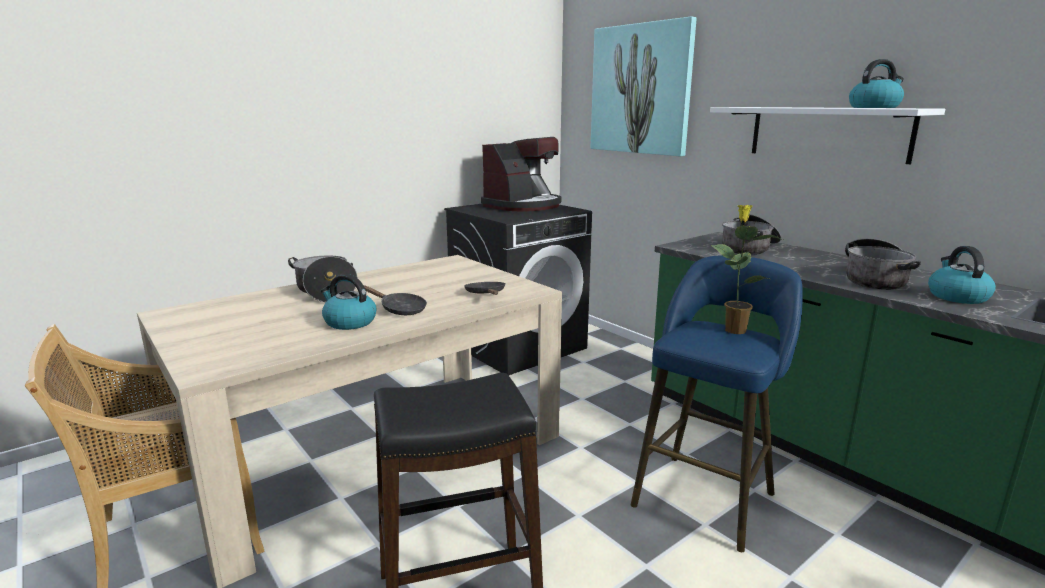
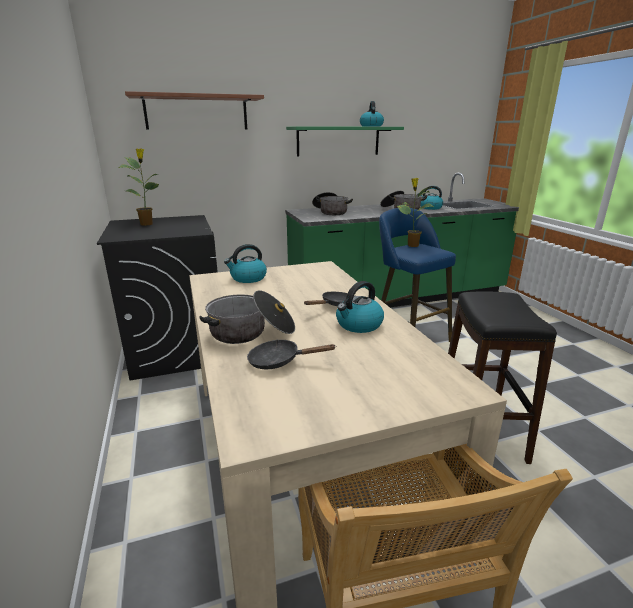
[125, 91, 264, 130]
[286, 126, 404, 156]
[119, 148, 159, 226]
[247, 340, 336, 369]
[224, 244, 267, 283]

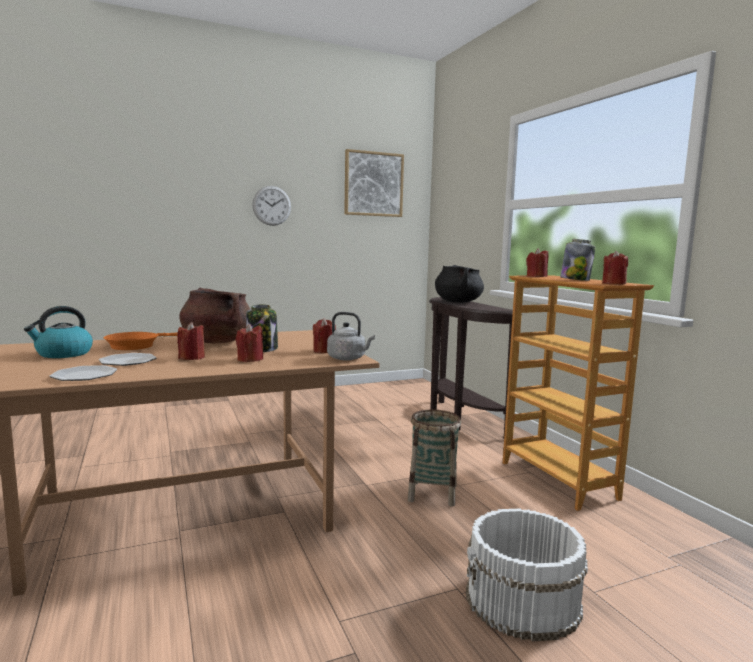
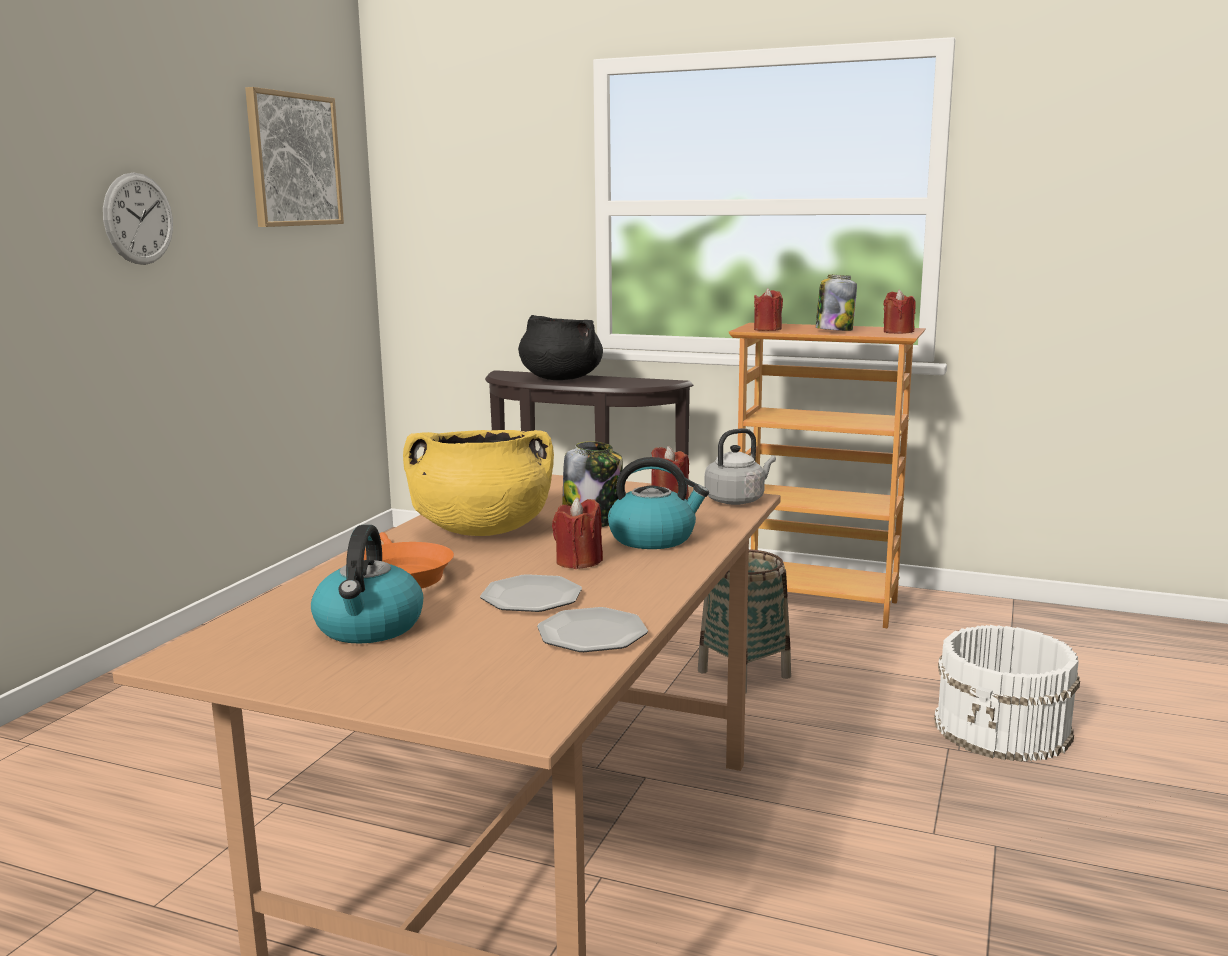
[403, 430, 554, 536]
[608, 457, 709, 549]

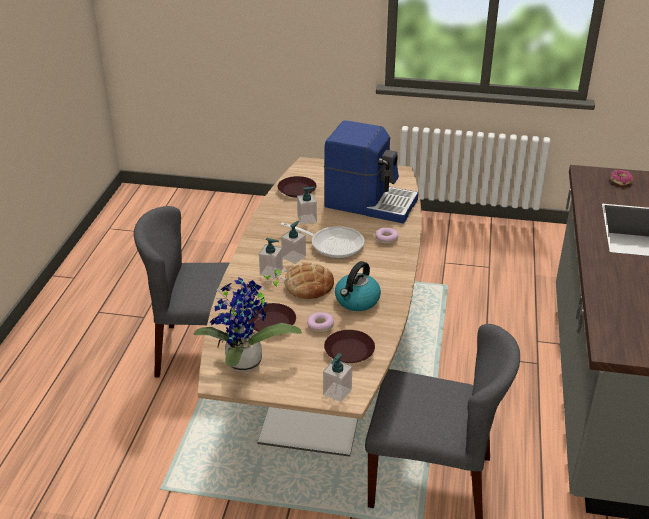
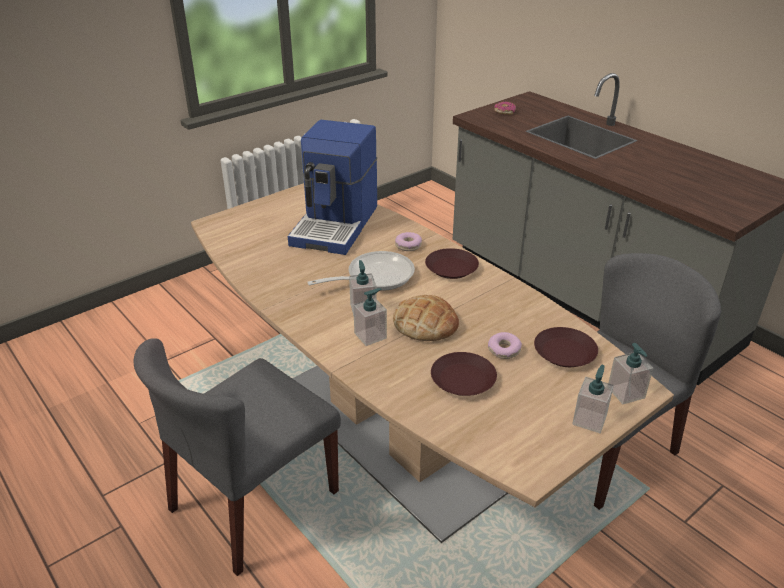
[288, 120, 377, 255]
[425, 248, 479, 279]
[573, 365, 614, 433]
[335, 261, 381, 311] (first image)
[194, 269, 302, 372] (first image)

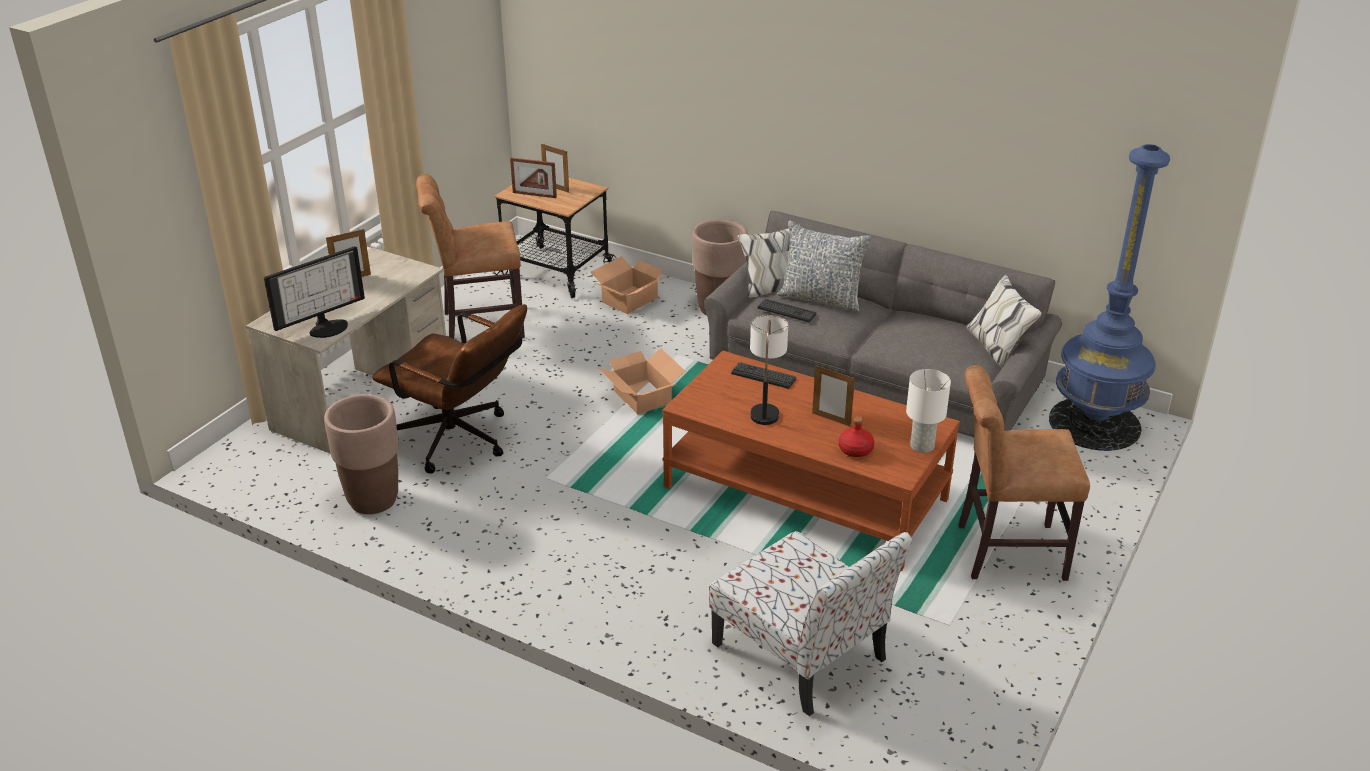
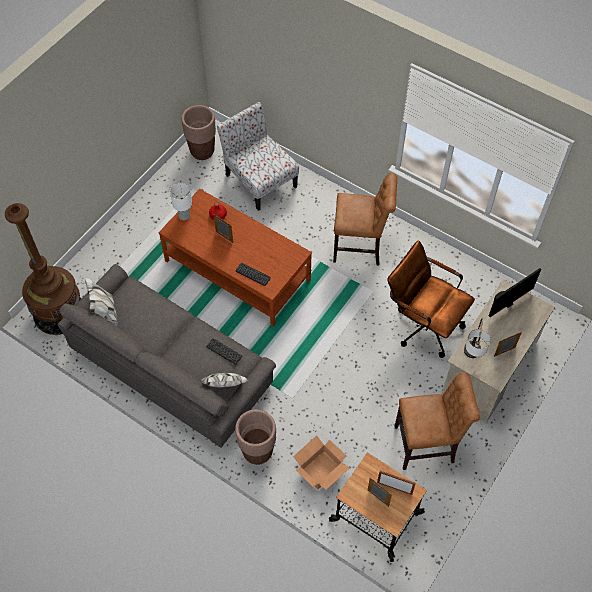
[5, 203, 81, 335]
[777, 221, 871, 312] (first image)
[464, 319, 491, 358]
[598, 348, 685, 414] (first image)
[333, 173, 397, 266]
[182, 105, 216, 160]

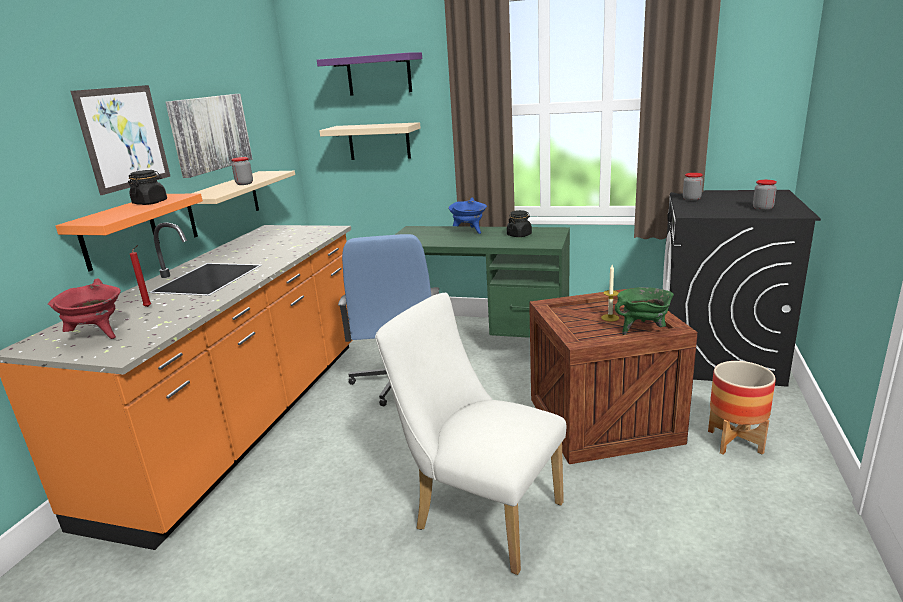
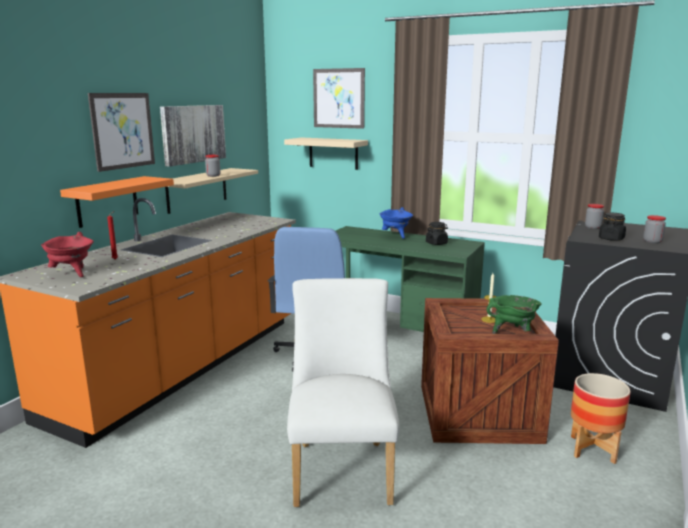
[313, 68, 365, 129]
[599, 213, 626, 241]
[287, 278, 400, 507]

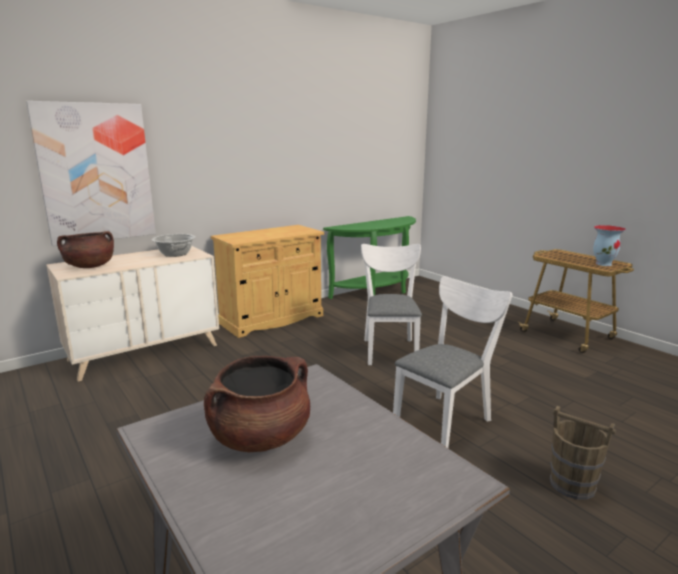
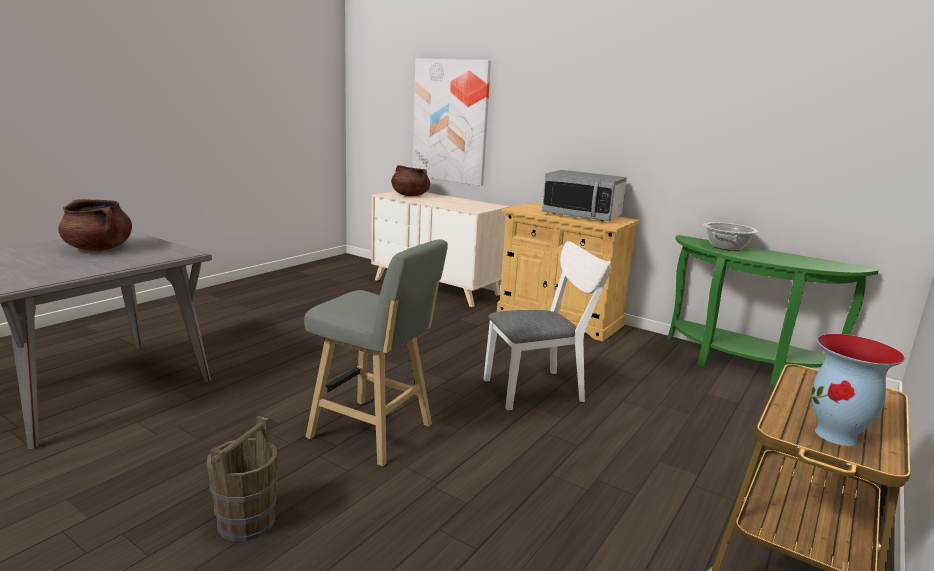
[703, 222, 758, 251]
[304, 239, 448, 466]
[542, 170, 627, 221]

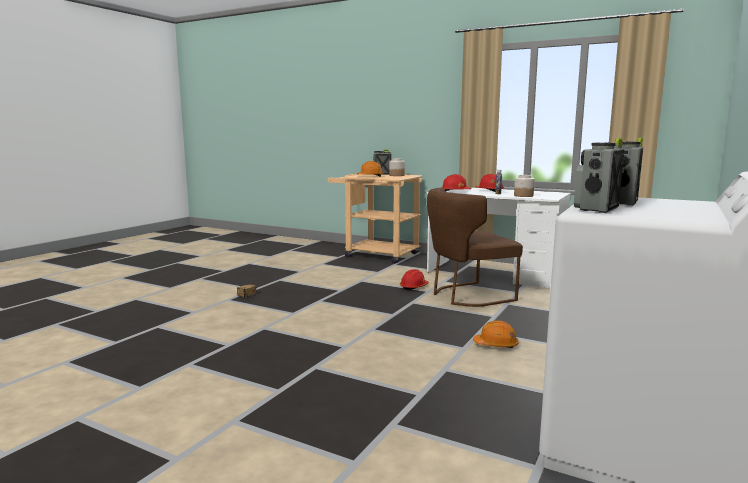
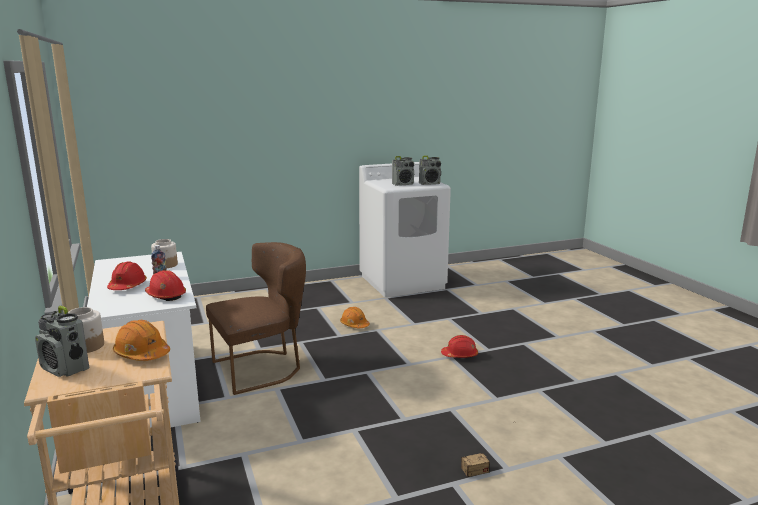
[206, 242, 306, 395]
[441, 335, 478, 358]

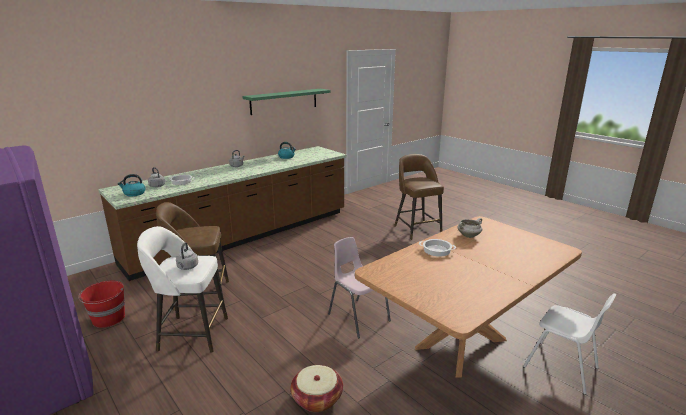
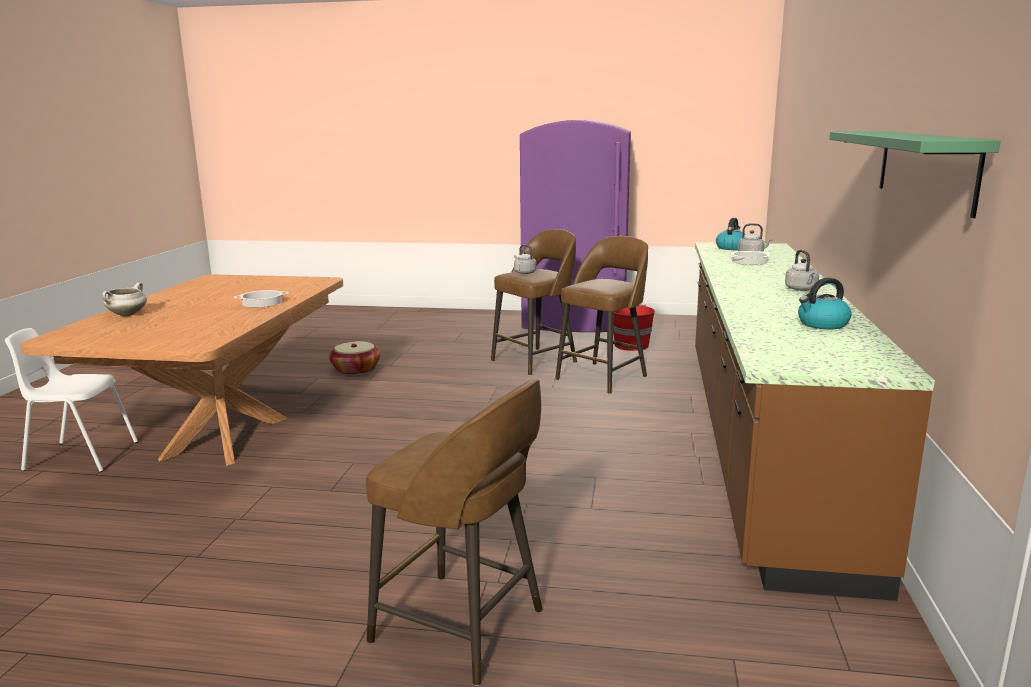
[102, 283, 147, 316]
[491, 229, 577, 375]
[328, 237, 391, 338] (first image)

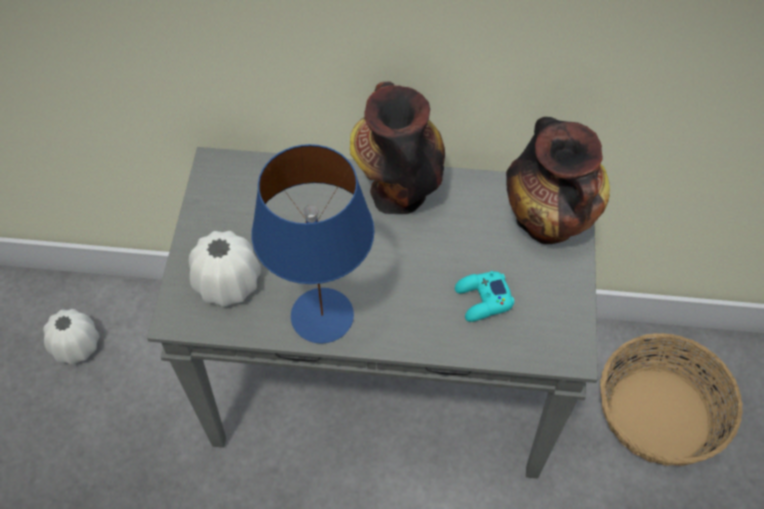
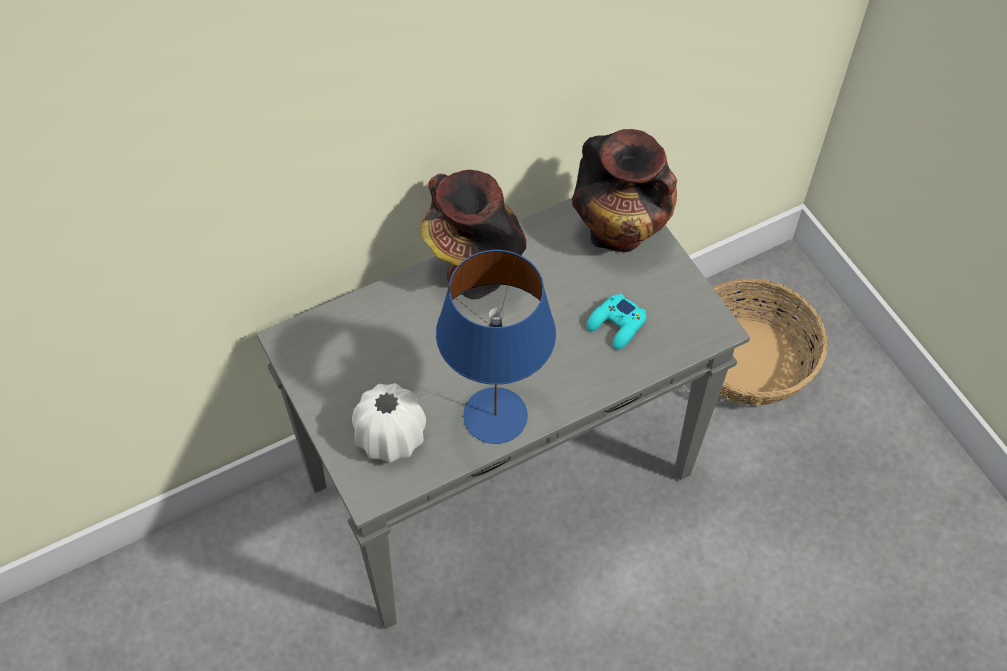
[43, 309, 100, 365] (first image)

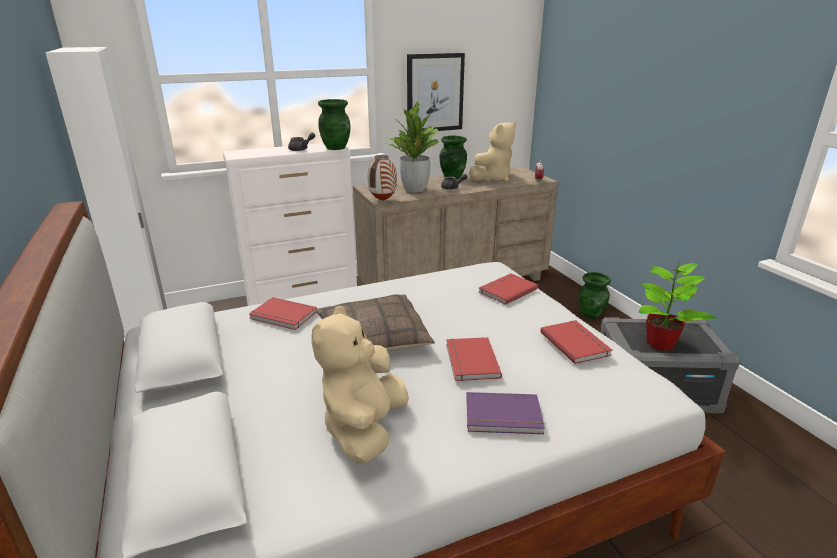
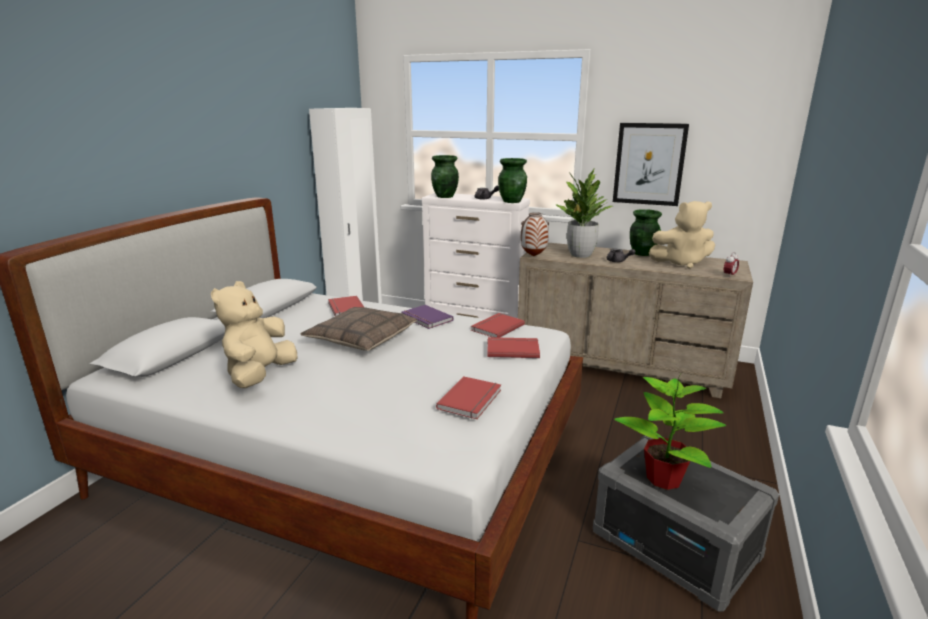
[431, 155, 459, 198]
[211, 281, 297, 388]
[471, 313, 525, 338]
[402, 305, 454, 329]

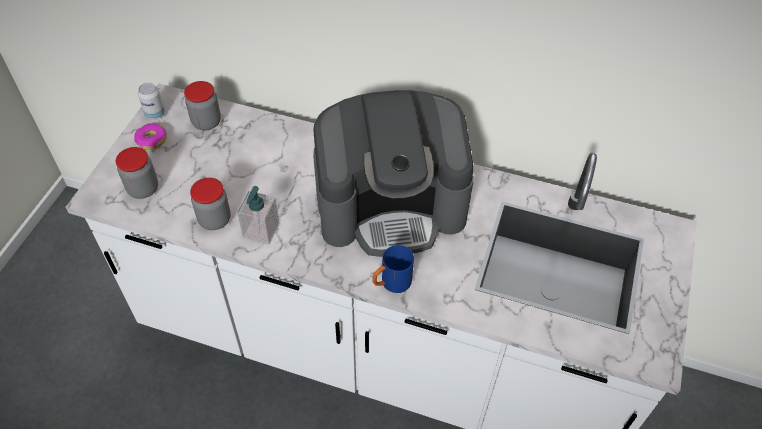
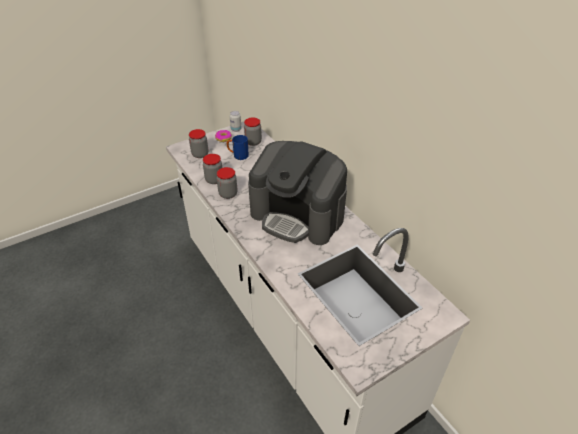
[217, 167, 237, 199]
[227, 135, 249, 160]

